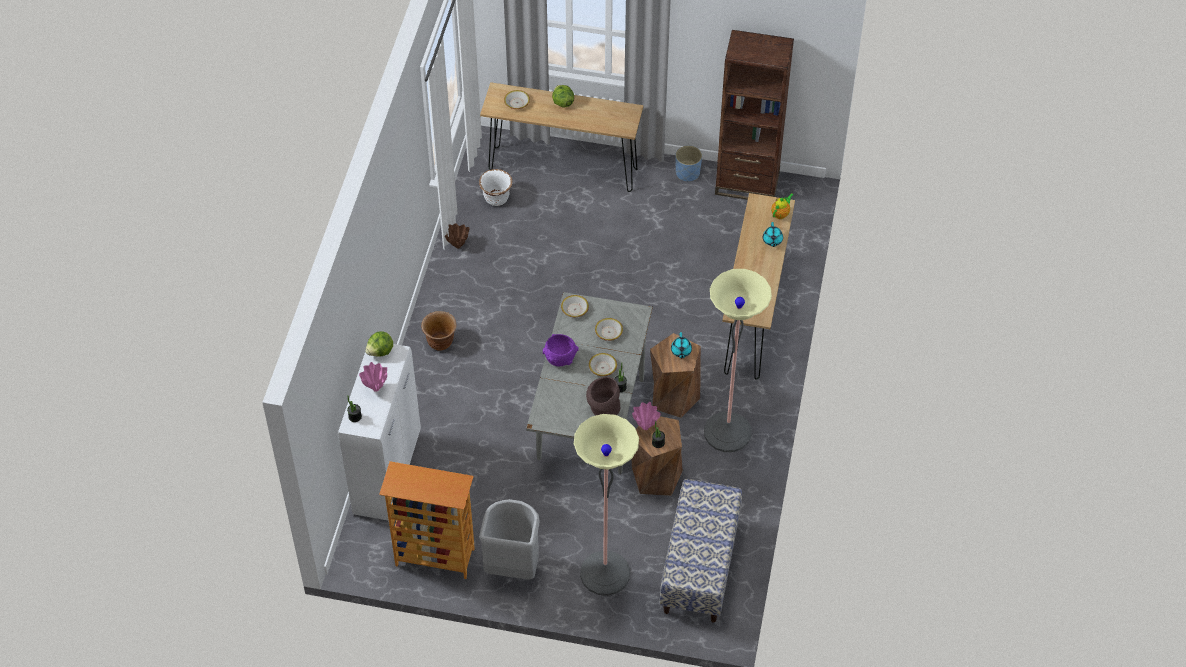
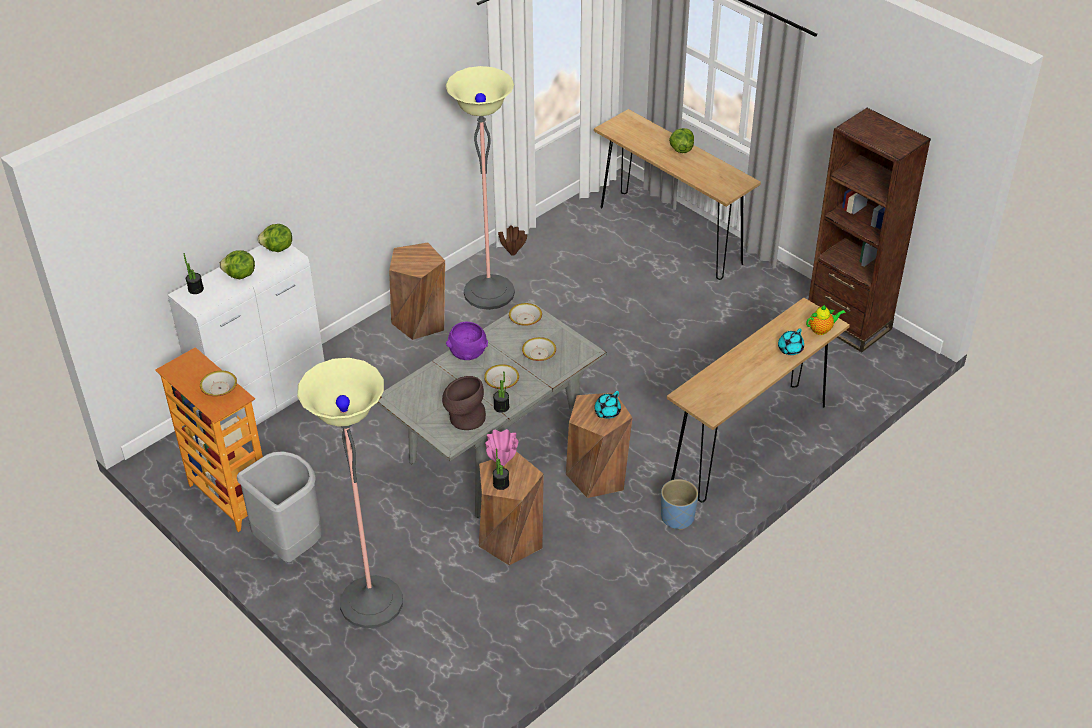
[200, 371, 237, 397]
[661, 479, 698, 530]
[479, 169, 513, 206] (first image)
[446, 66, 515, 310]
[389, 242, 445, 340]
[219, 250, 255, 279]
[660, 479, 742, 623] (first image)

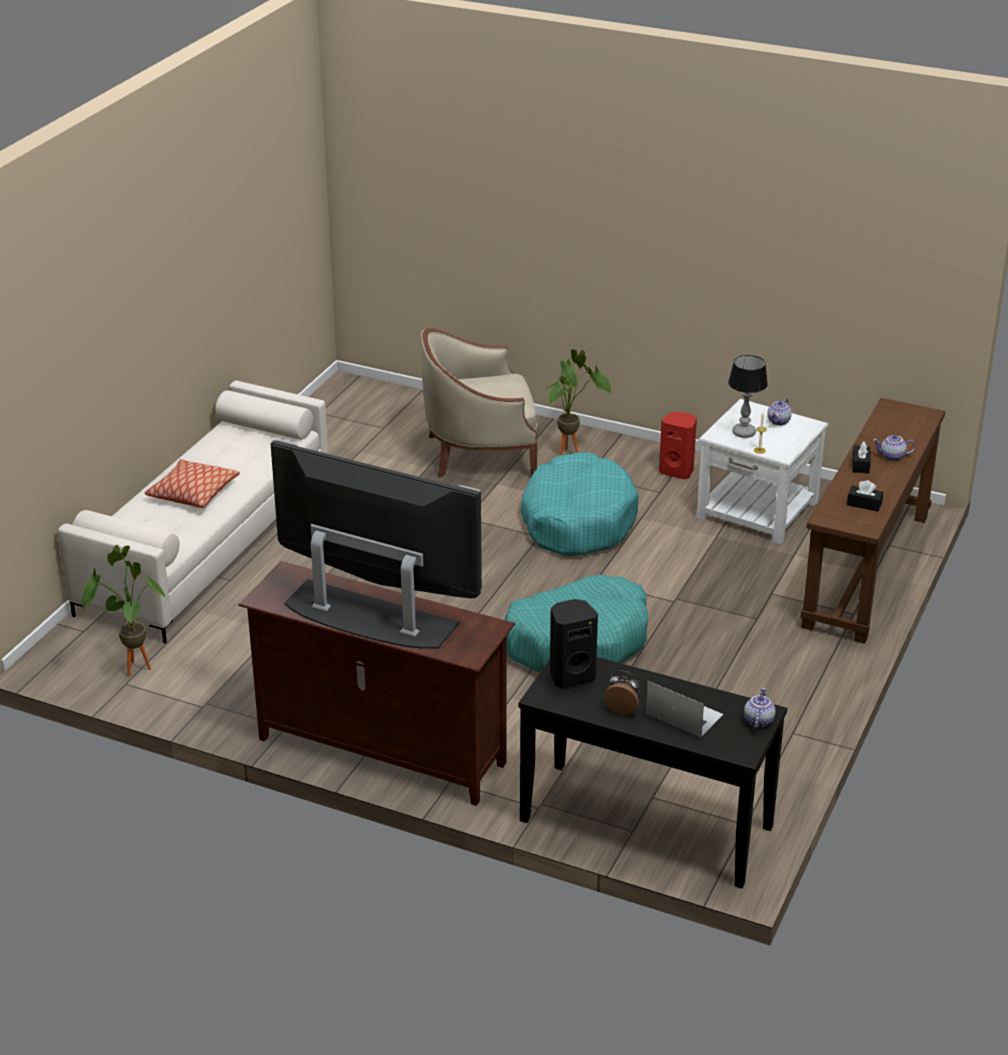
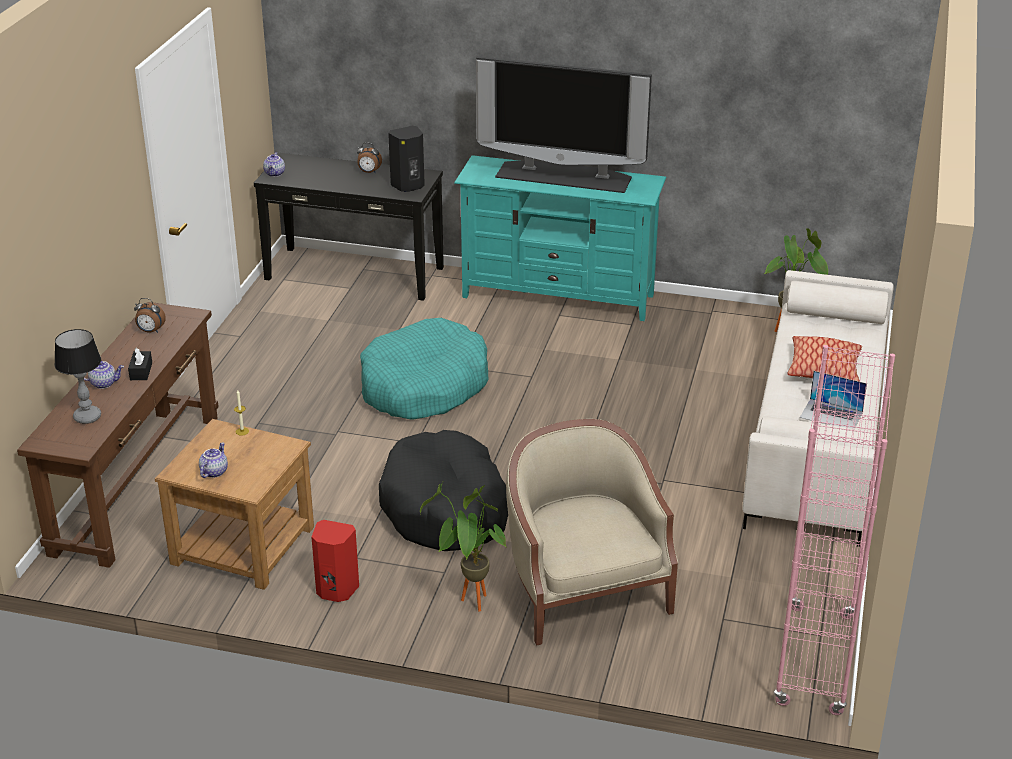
[506, 419, 678, 645]
[54, 329, 101, 424]
[155, 419, 314, 590]
[379, 430, 508, 551]
[134, 298, 166, 333]
[454, 155, 666, 321]
[800, 371, 867, 428]
[774, 345, 895, 715]

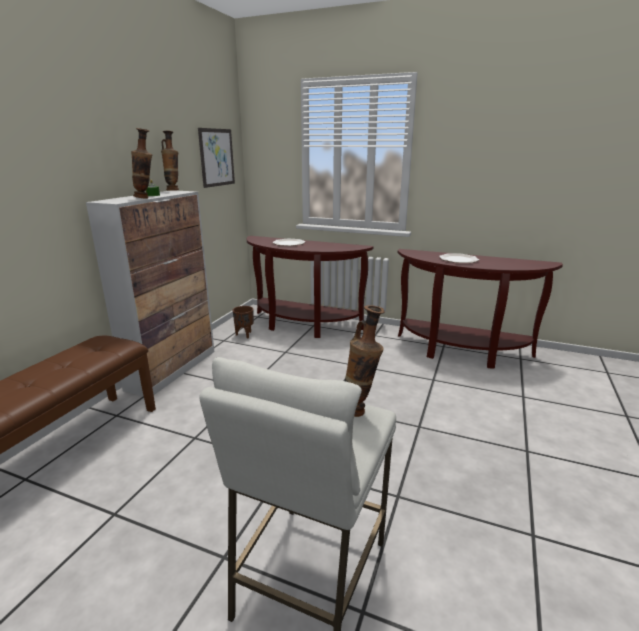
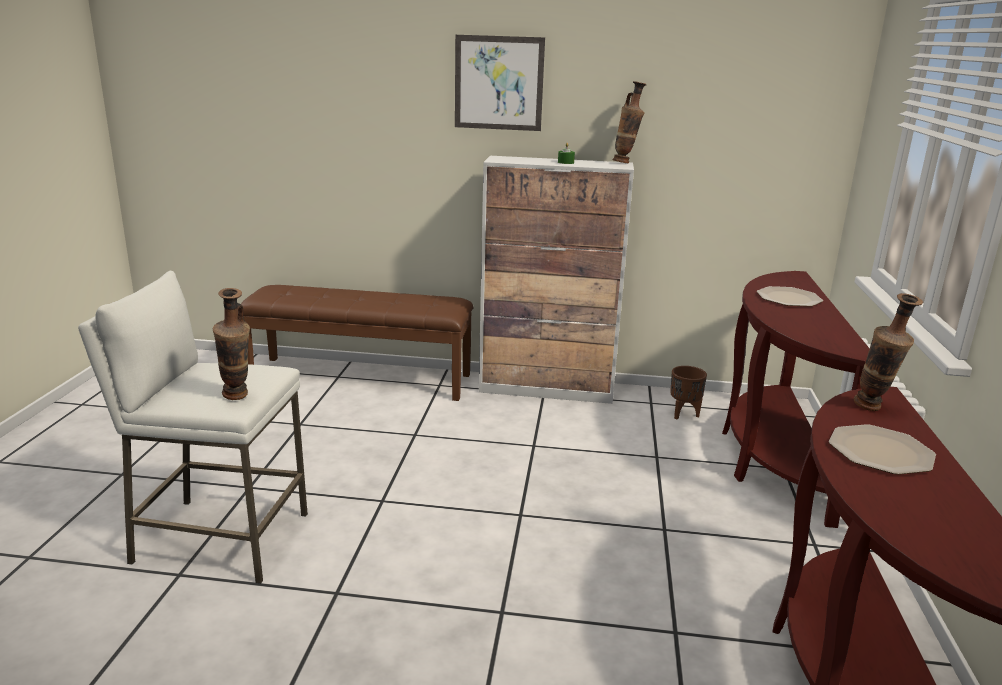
[854, 293, 923, 411]
[455, 35, 545, 131]

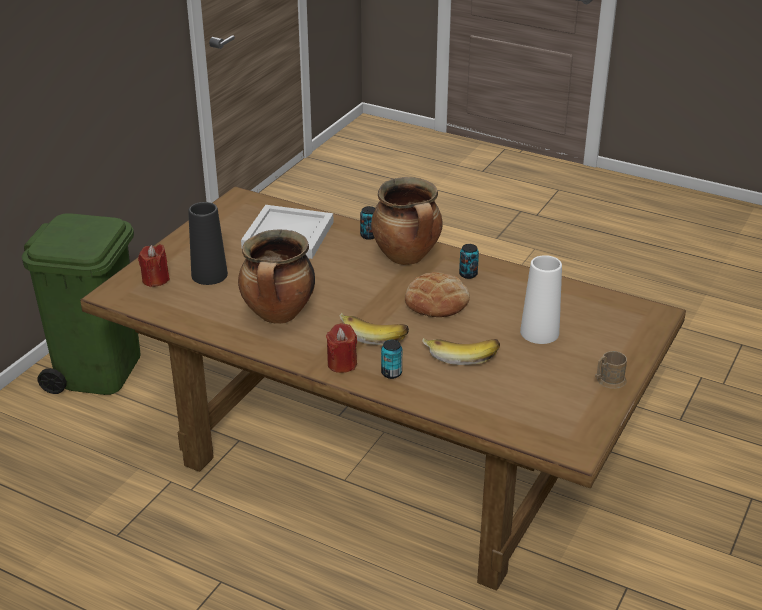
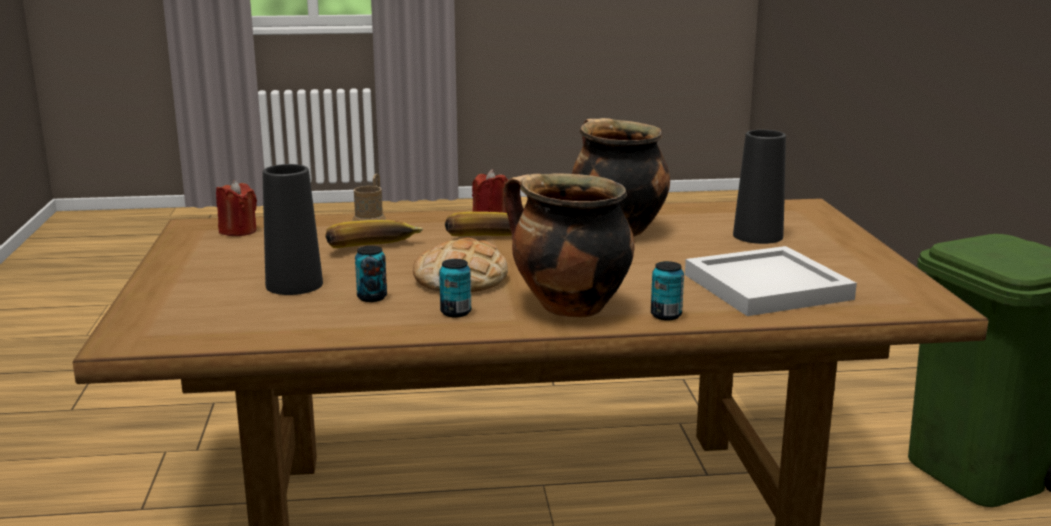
[216, 180, 257, 236]
[263, 164, 323, 295]
[355, 246, 387, 302]
[352, 173, 386, 221]

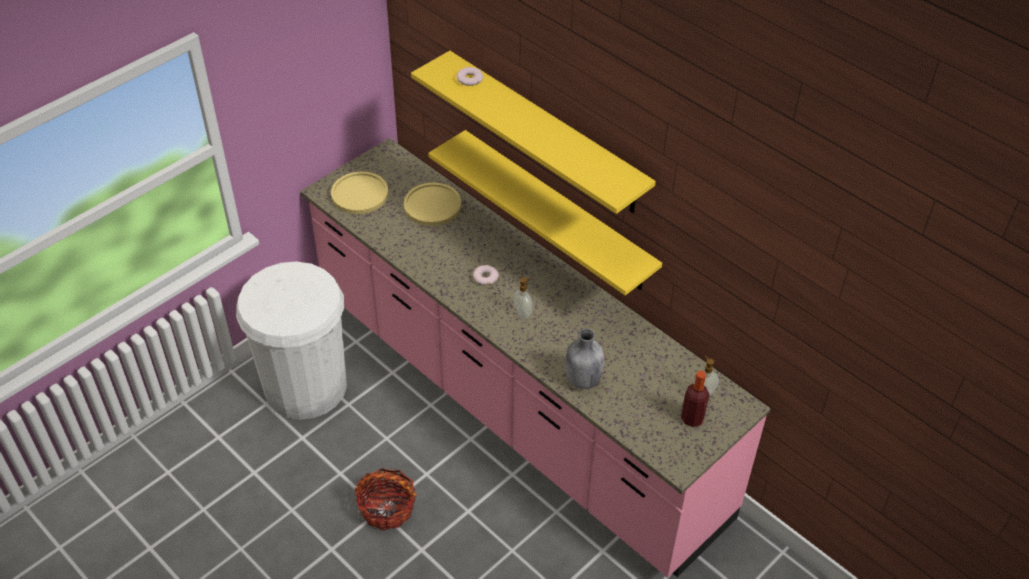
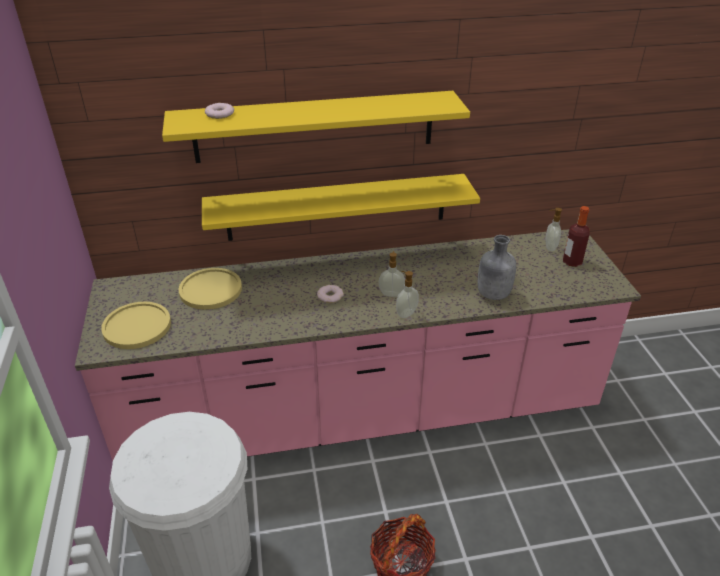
[396, 271, 419, 318]

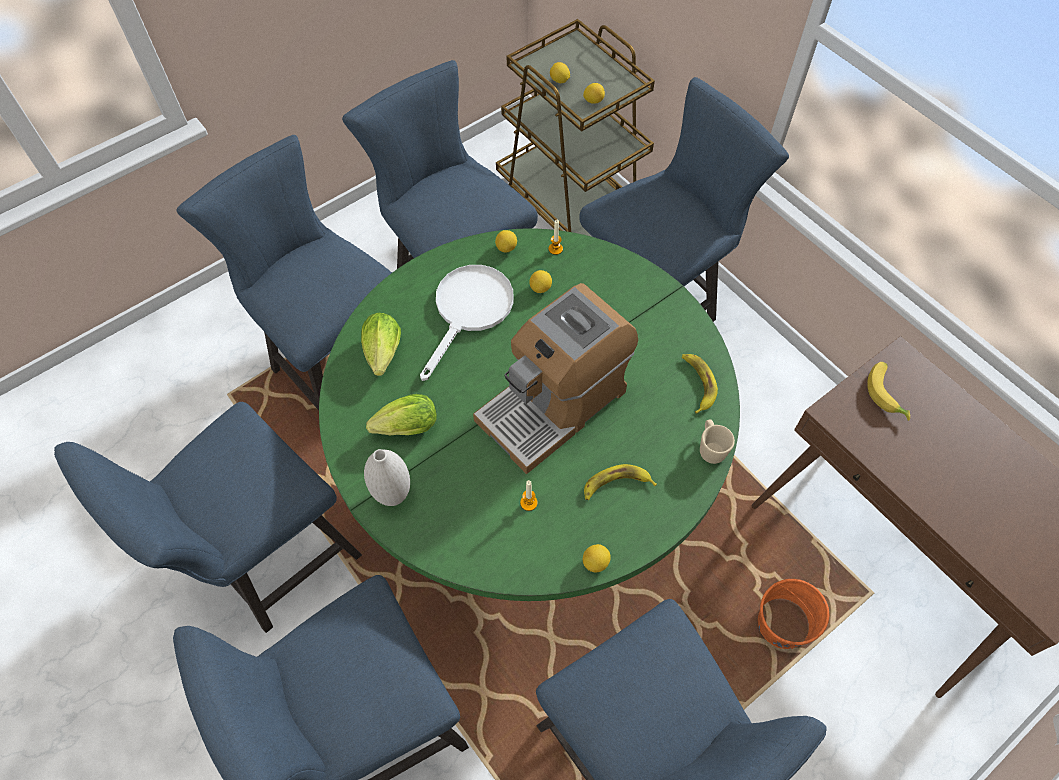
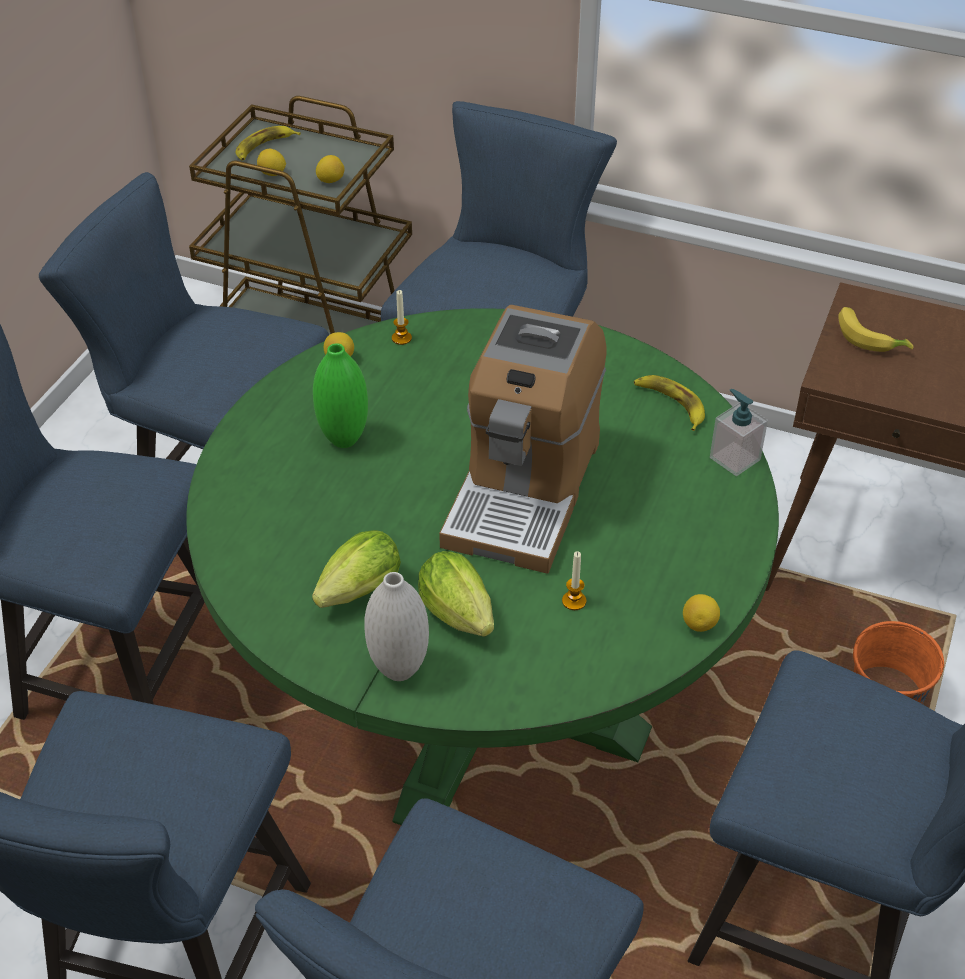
[313, 343, 368, 448]
[529, 270, 552, 293] (first image)
[418, 551, 494, 637]
[710, 389, 768, 476]
[235, 126, 301, 161]

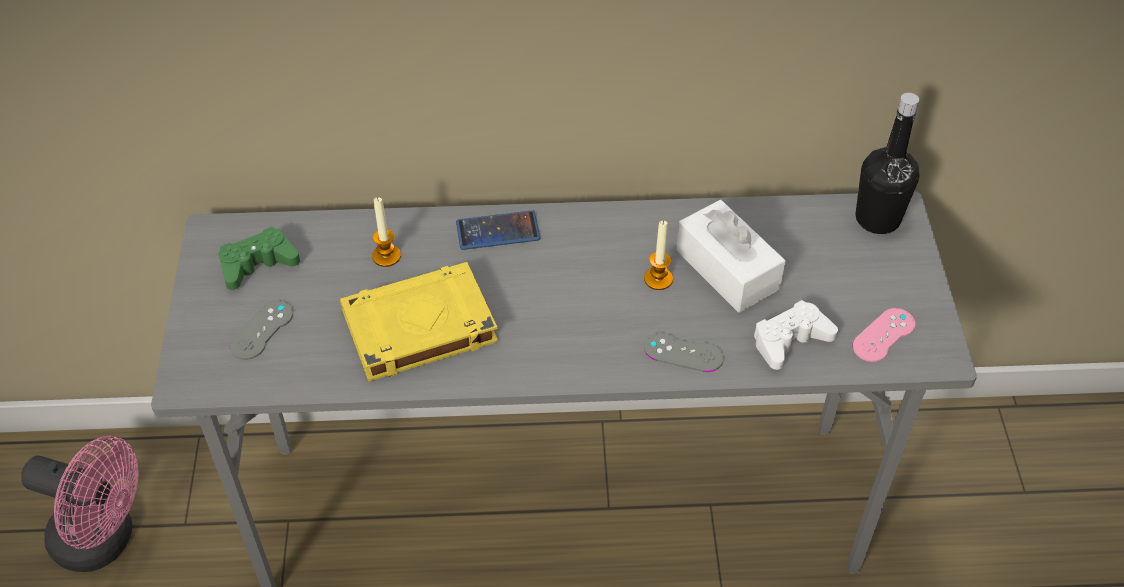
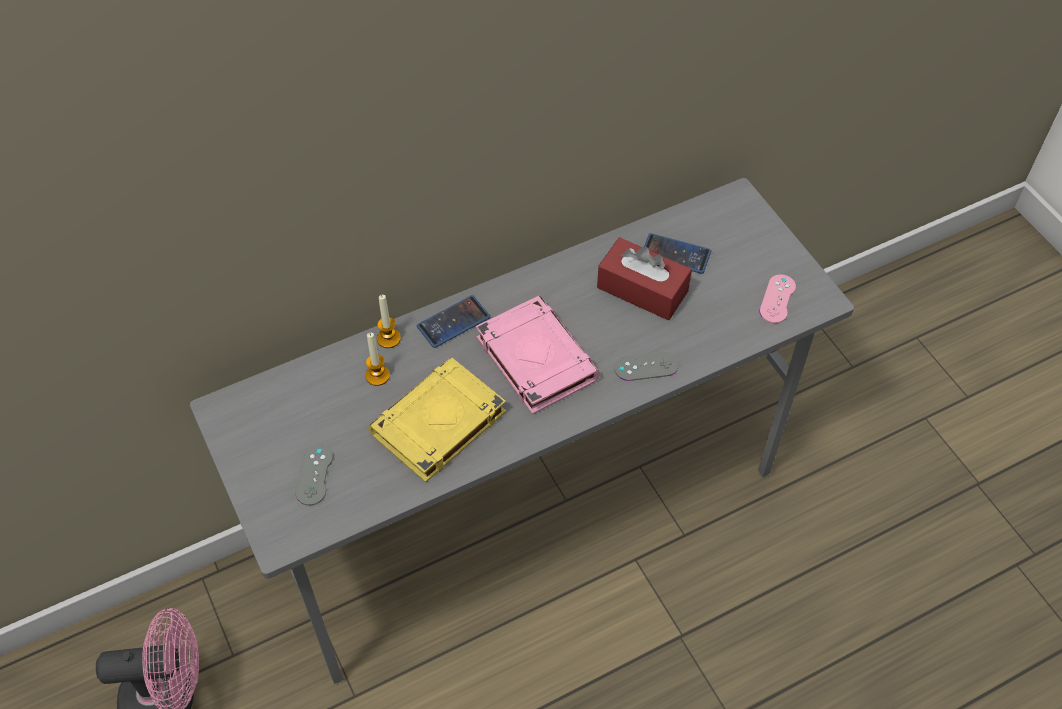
[855, 93, 919, 234] (first image)
[597, 237, 692, 320]
[377, 295, 401, 348]
[219, 227, 300, 290] (first image)
[754, 300, 838, 370] (first image)
[644, 233, 711, 274]
[476, 296, 600, 415]

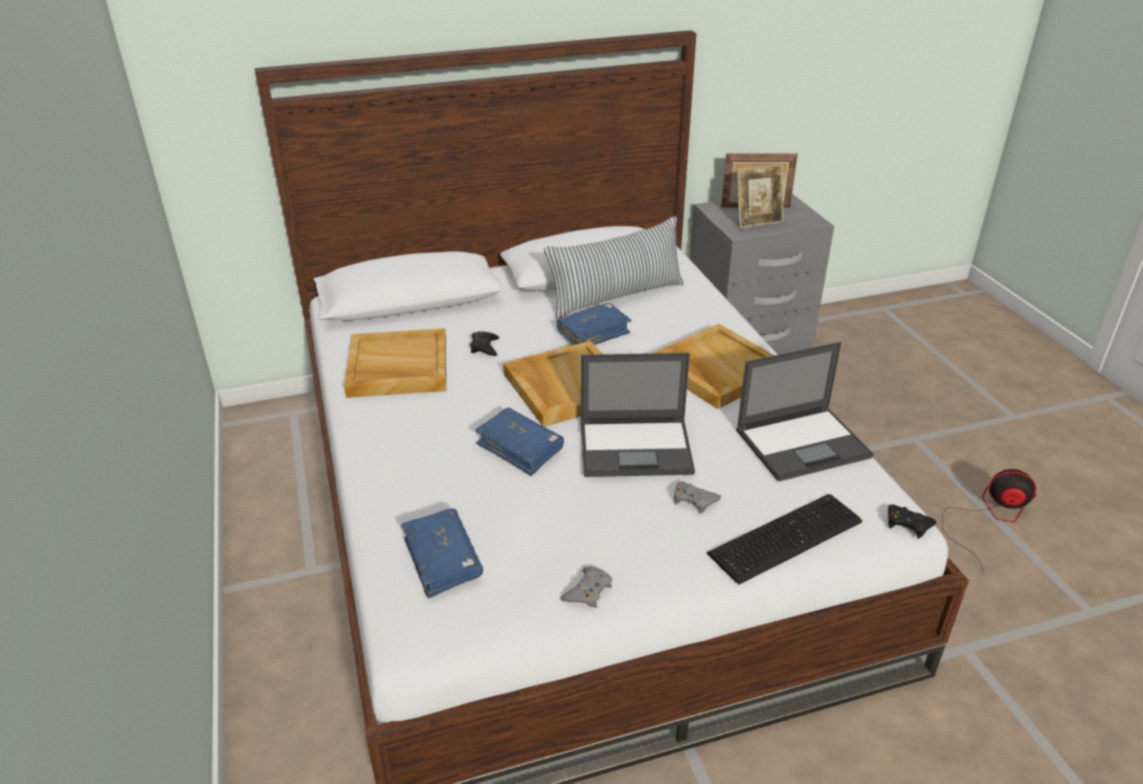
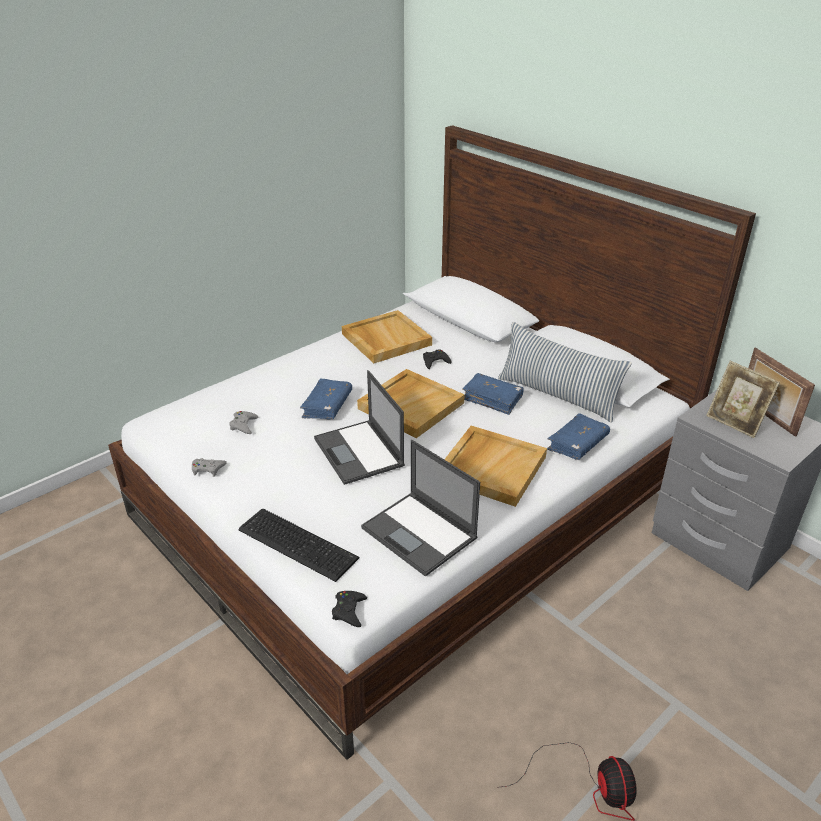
[229, 411, 259, 434]
[547, 413, 610, 460]

